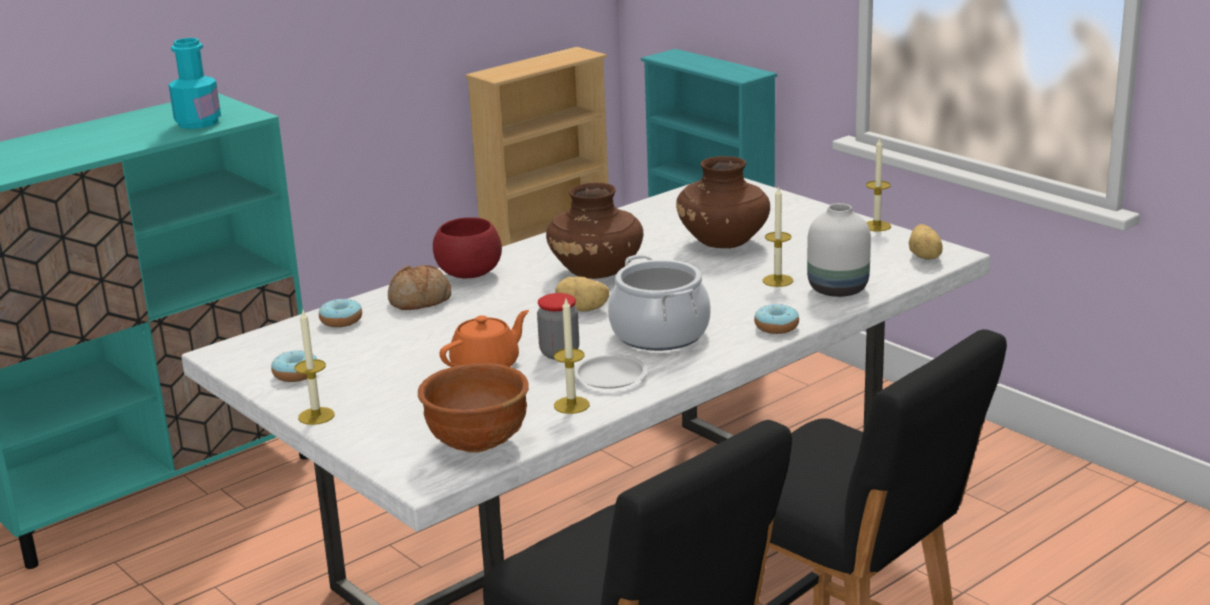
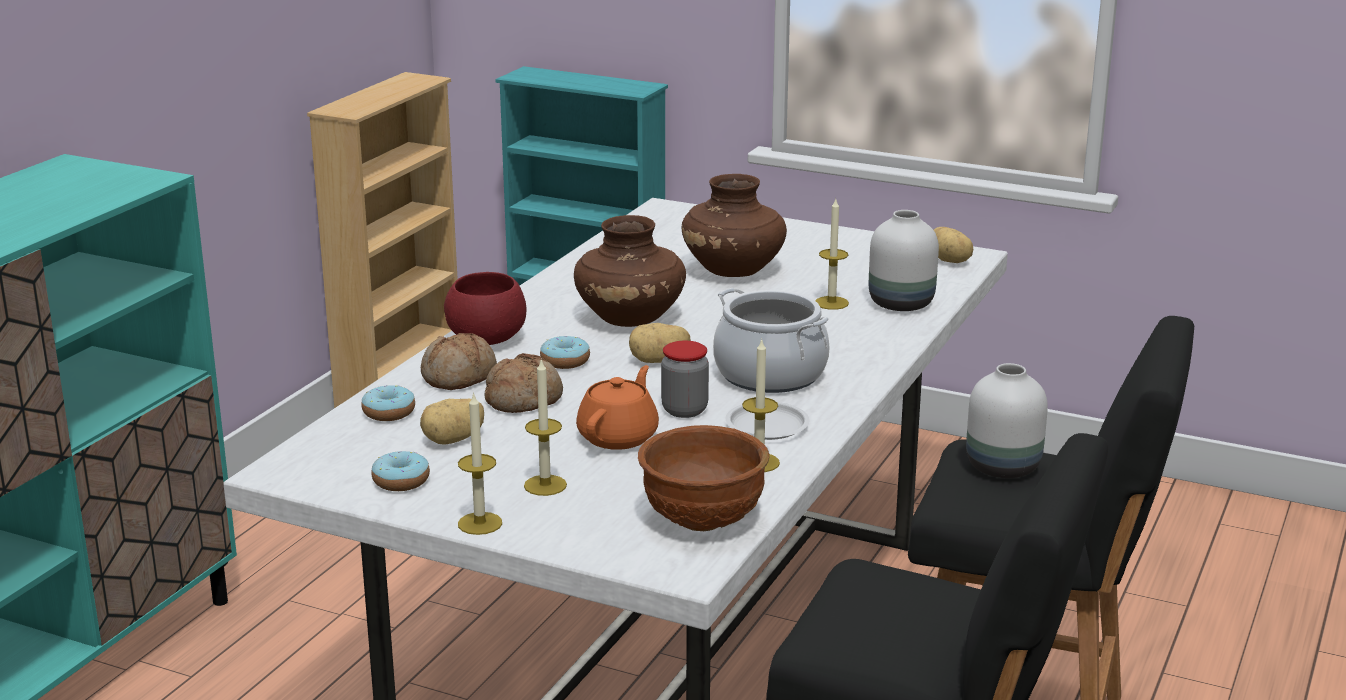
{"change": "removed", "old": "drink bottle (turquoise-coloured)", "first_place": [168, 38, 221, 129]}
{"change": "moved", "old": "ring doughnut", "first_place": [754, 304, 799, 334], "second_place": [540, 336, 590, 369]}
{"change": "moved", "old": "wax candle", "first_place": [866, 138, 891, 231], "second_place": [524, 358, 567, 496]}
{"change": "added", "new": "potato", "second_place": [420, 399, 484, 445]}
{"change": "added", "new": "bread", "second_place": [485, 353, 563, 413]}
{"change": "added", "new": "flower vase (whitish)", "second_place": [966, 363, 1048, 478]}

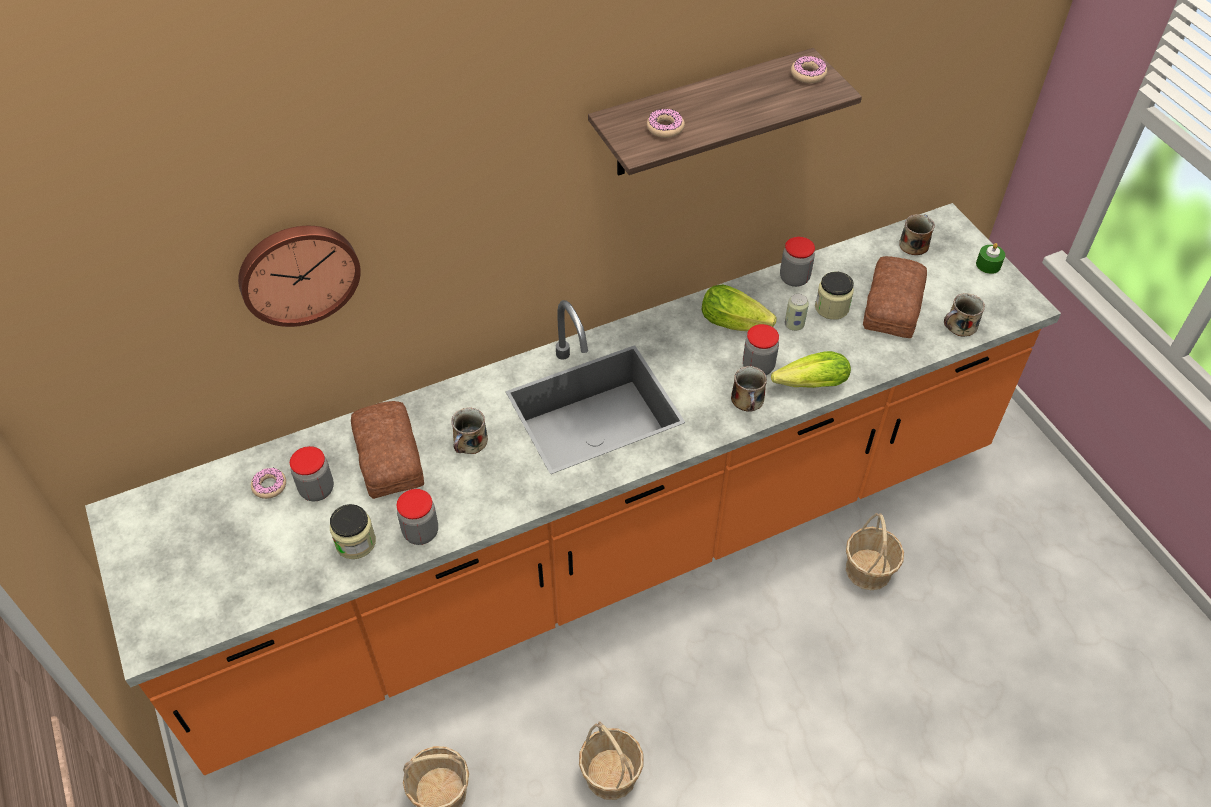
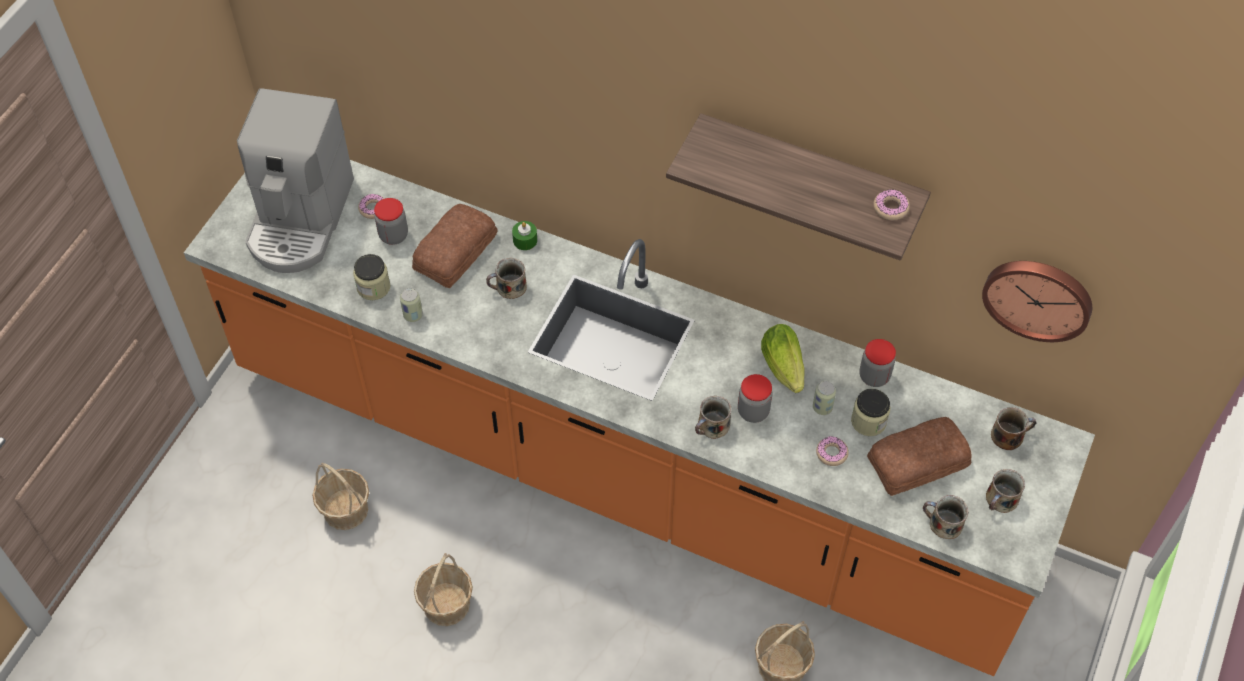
{"change": "moved", "old": "clock on the wall", "first_place": [238, 226, 361, 327], "second_place": [982, 261, 1092, 342]}
{"change": "replaced", "old": "preserve jar", "new": "can", "first_place": [397, 489, 438, 545], "second_place": [400, 288, 423, 322]}
{"change": "moved", "old": "ring doughnut", "first_place": [647, 108, 685, 138], "second_place": [816, 436, 849, 466]}
{"change": "removed", "old": "lettuce head", "first_place": [771, 351, 851, 388]}
{"change": "moved", "old": "wax candle (green)", "first_place": [976, 243, 1005, 274], "second_place": [512, 221, 537, 250]}
{"change": "added", "new": "coffee maker", "second_place": [237, 88, 354, 273]}
{"change": "added", "new": "tea mug", "second_place": [986, 469, 1025, 513]}

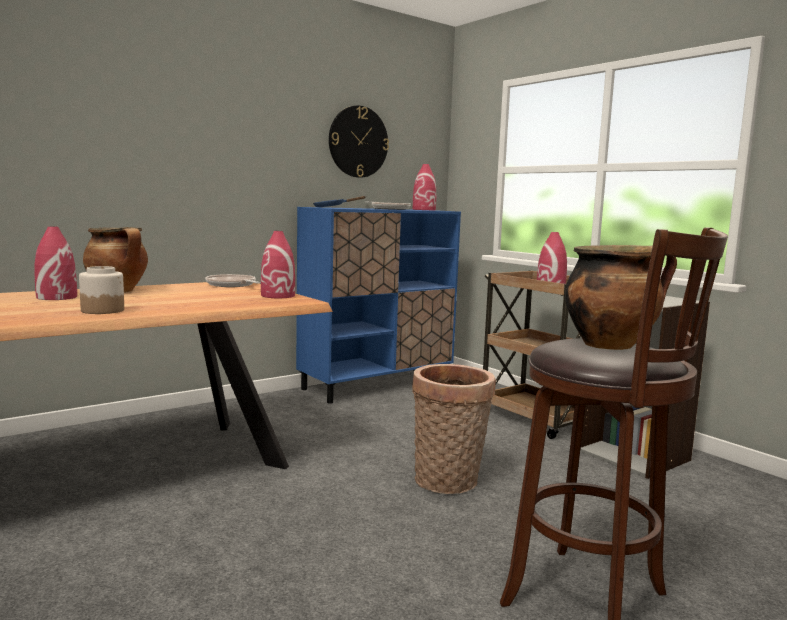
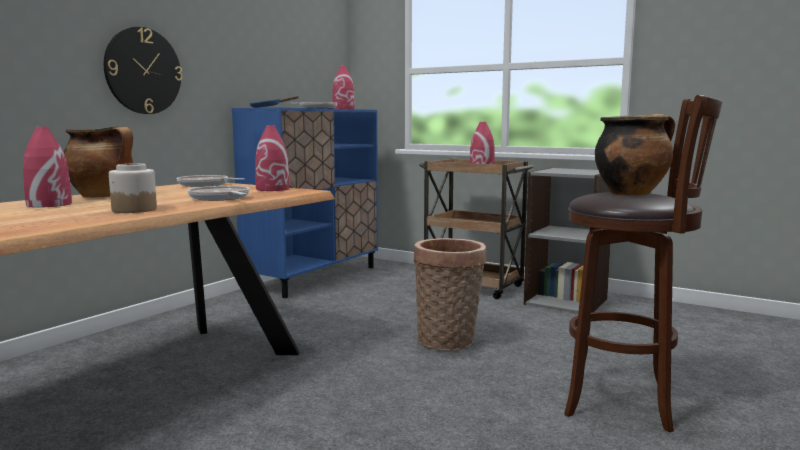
{"change": "moved", "old": "clock on the wall", "first_place": [329, 106, 389, 178], "second_place": [104, 27, 183, 114]}
{"change": "added", "new": "pan", "second_place": [188, 186, 250, 201]}

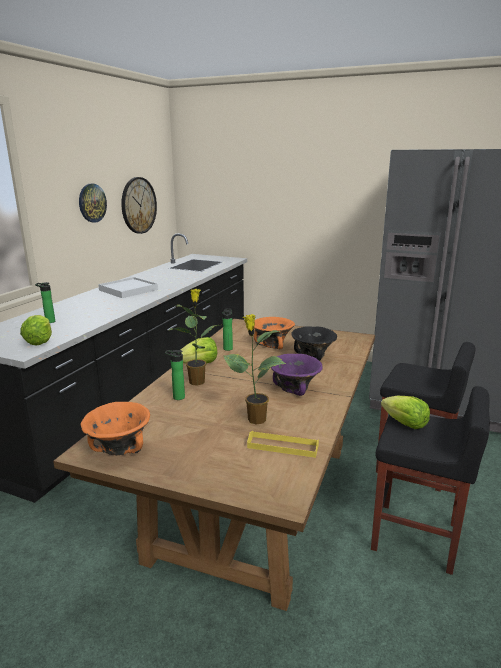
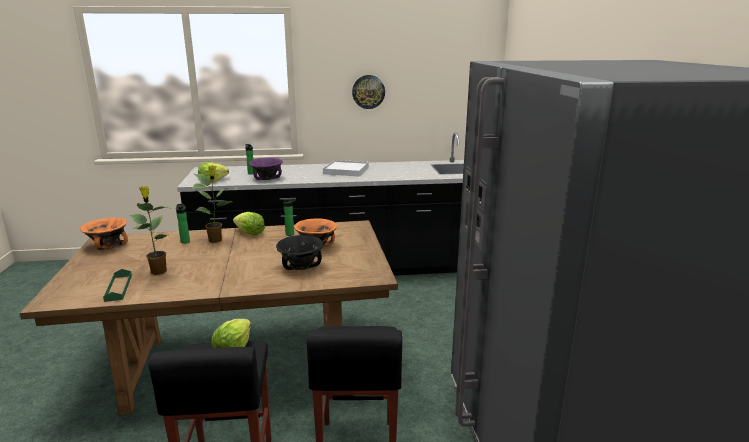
{"change": "removed", "old": "clock on the wall", "first_place": [121, 177, 157, 234]}
{"change": "recoloured", "old": "tray (yellow)", "new": "tray (green)", "first_place": [247, 431, 319, 458], "second_place": [103, 269, 132, 302]}
{"change": "moved", "old": "serving bowl (purplish)", "first_place": [271, 354, 323, 396], "second_place": [249, 158, 283, 180]}

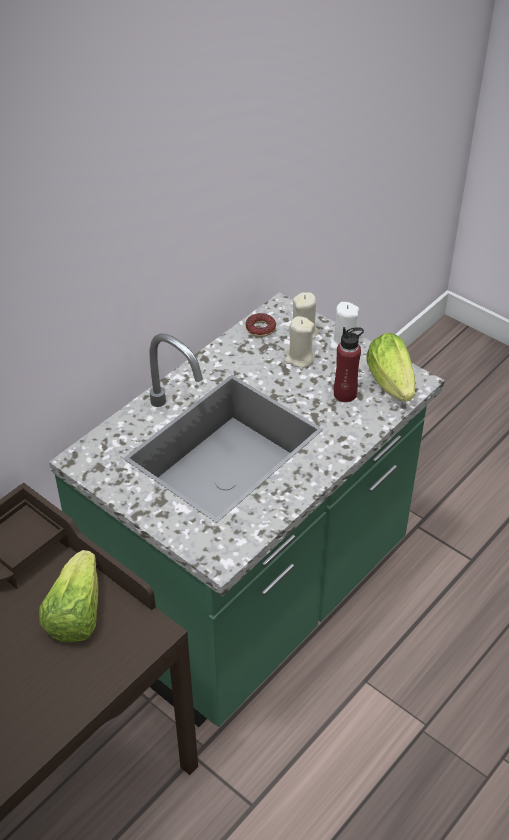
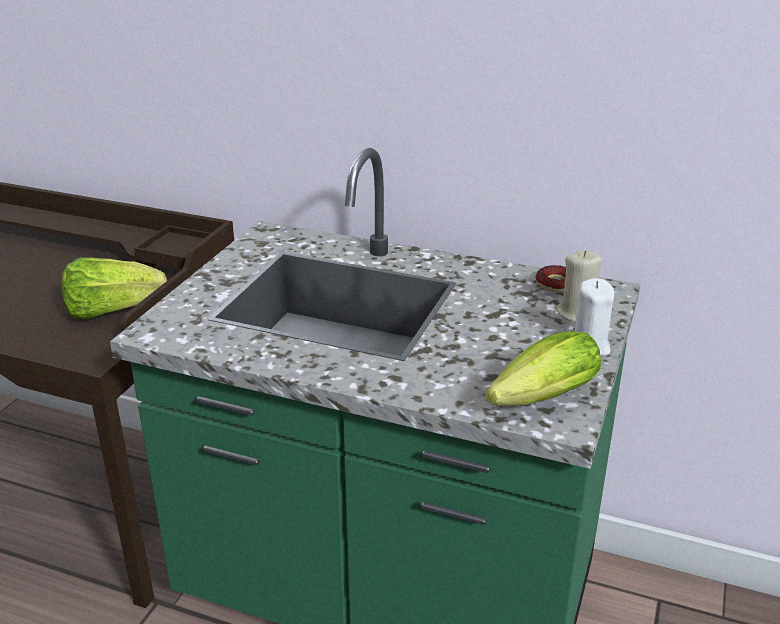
{"change": "removed", "old": "wax candle (beige-coloured)", "first_place": [285, 316, 315, 368]}
{"change": "removed", "old": "drink bottle (red-coloured)", "first_place": [334, 327, 364, 402]}

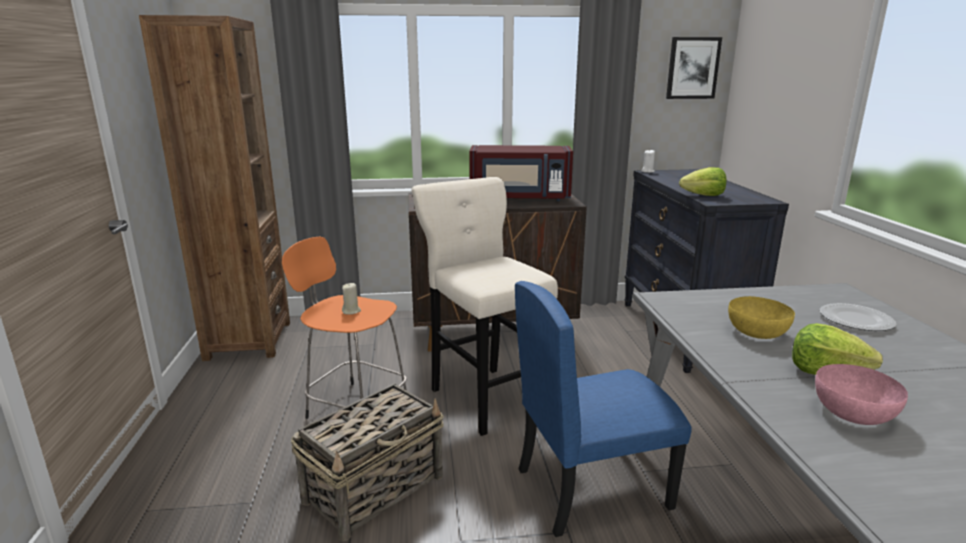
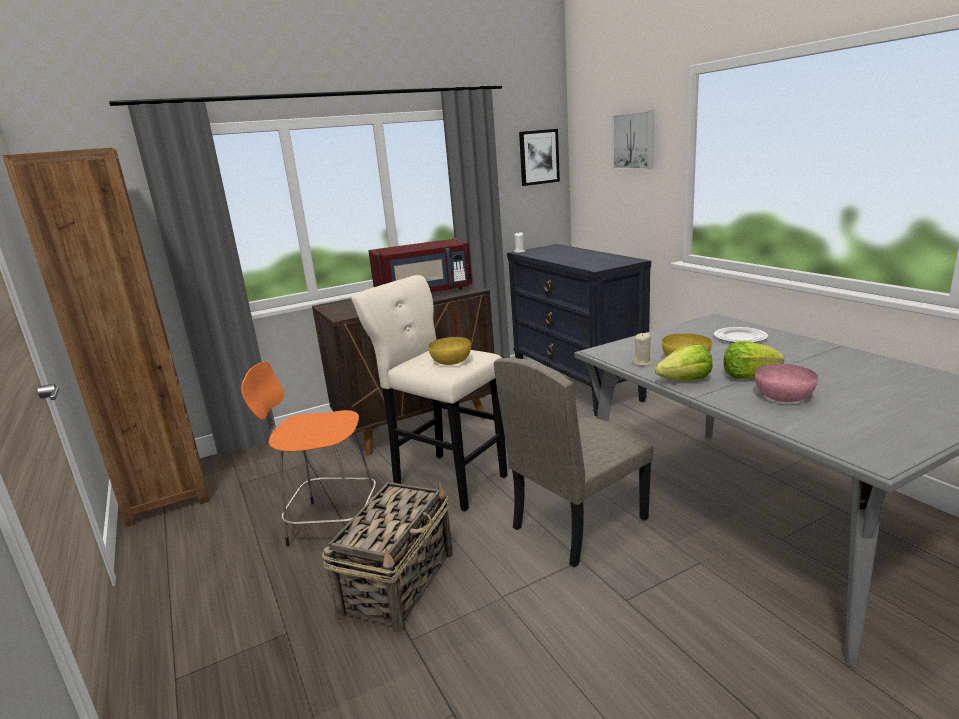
{"change": "moved", "old": "wax candle (beige-coloured)", "first_place": [342, 283, 361, 314], "second_place": [632, 333, 652, 366]}
{"change": "recoloured", "old": "plain chair (blue)", "new": "plain chair (beige-coloured)", "first_place": [515, 281, 692, 537], "second_place": [494, 358, 653, 567]}
{"change": "moved", "old": "lettuce head", "first_place": [679, 167, 727, 196], "second_place": [655, 344, 713, 381]}
{"change": "added", "new": "serving bowl (yellow)", "second_place": [428, 337, 471, 365]}
{"change": "added", "new": "wall art", "second_place": [612, 110, 654, 169]}

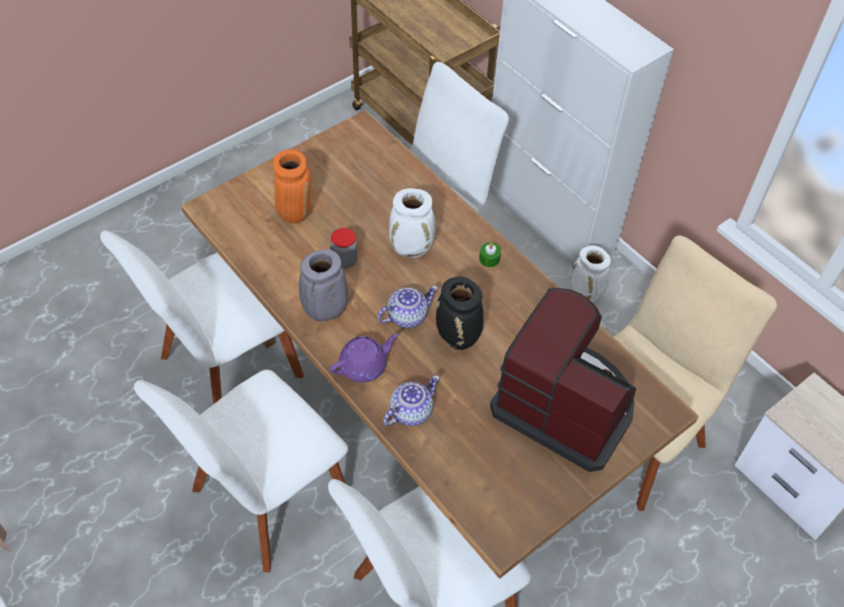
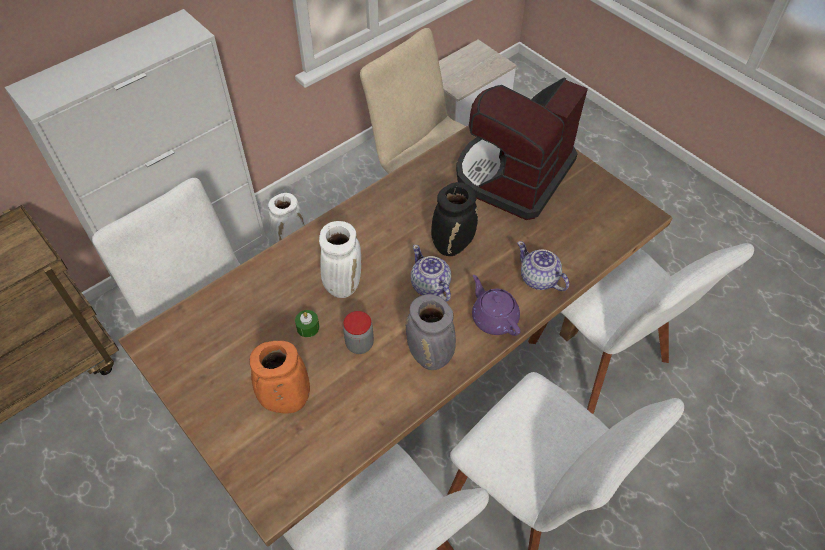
{"change": "moved", "old": "wax candle (green)", "first_place": [479, 242, 501, 267], "second_place": [295, 310, 320, 337]}

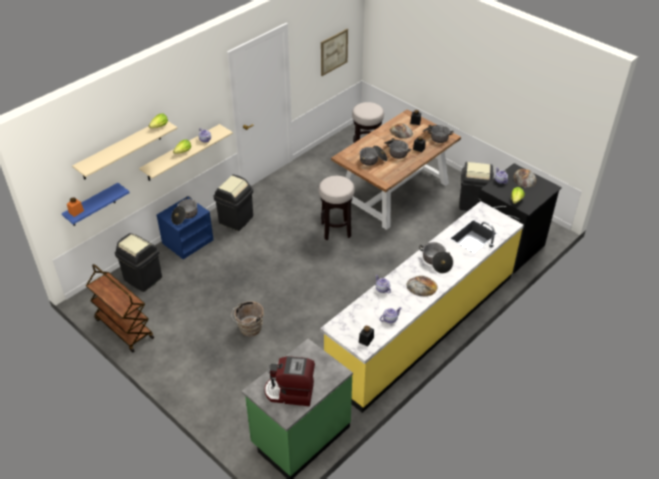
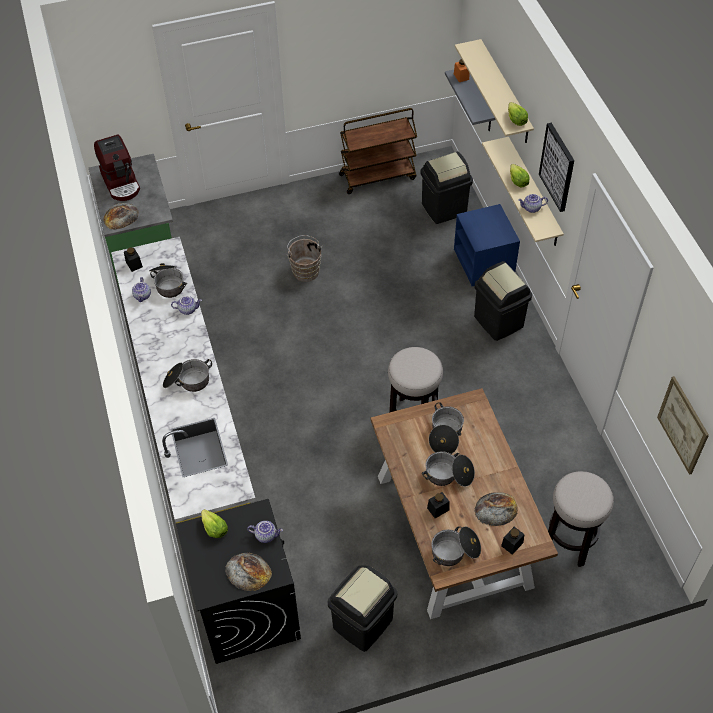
{"change": "recoloured", "old": "bracket shelf (blue)", "new": "bracket shelf (gray)", "first_place": [62, 183, 130, 226], "second_place": [445, 70, 495, 131]}
{"change": "moved", "old": "stockpot", "first_place": [171, 196, 198, 225], "second_place": [149, 263, 187, 298]}
{"change": "turned", "old": "coffee maker", "first_place": [265, 356, 315, 406], "second_place": [94, 134, 140, 201], "degrees": 120}
{"change": "moved", "old": "bread", "first_place": [406, 276, 438, 296], "second_place": [103, 203, 139, 230]}
{"change": "added", "new": "wall art", "second_place": [539, 123, 574, 212]}

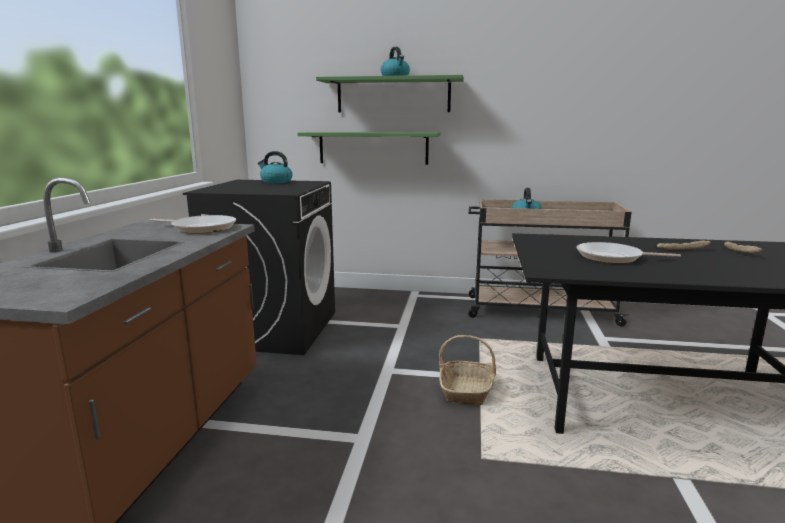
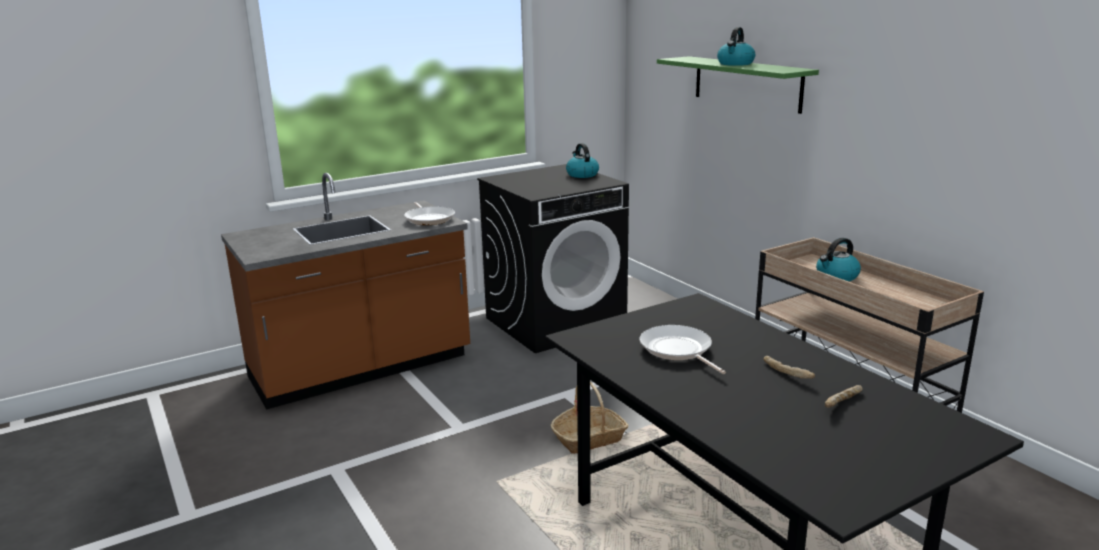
{"change": "removed", "old": "bracket shelf (green)", "first_place": [298, 132, 441, 165]}

